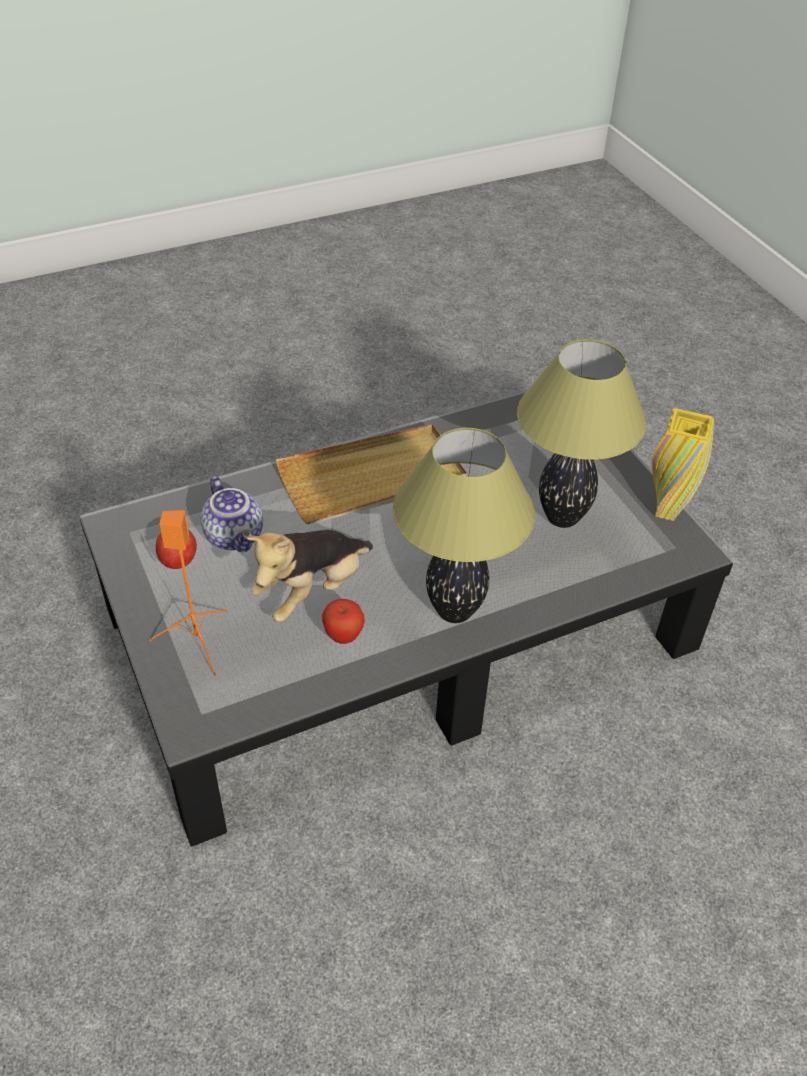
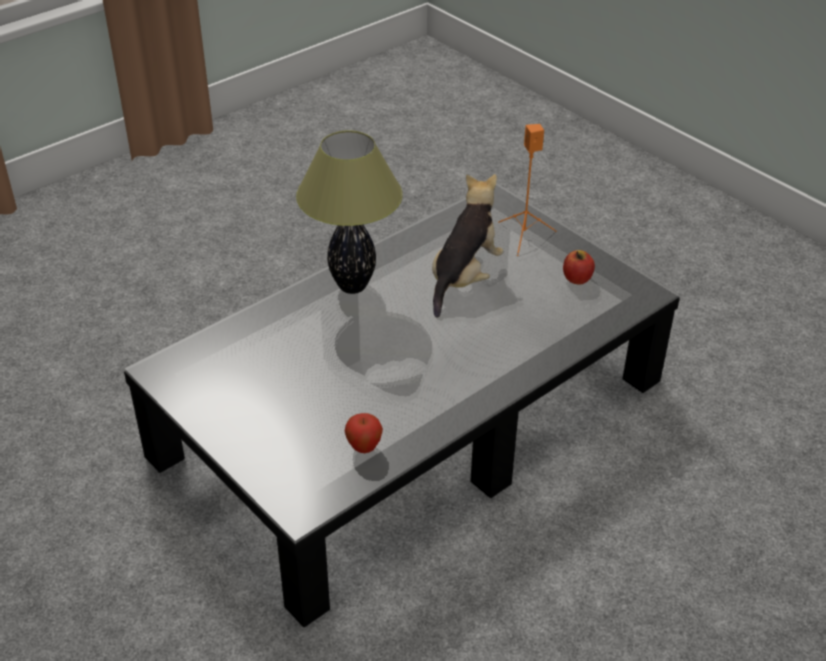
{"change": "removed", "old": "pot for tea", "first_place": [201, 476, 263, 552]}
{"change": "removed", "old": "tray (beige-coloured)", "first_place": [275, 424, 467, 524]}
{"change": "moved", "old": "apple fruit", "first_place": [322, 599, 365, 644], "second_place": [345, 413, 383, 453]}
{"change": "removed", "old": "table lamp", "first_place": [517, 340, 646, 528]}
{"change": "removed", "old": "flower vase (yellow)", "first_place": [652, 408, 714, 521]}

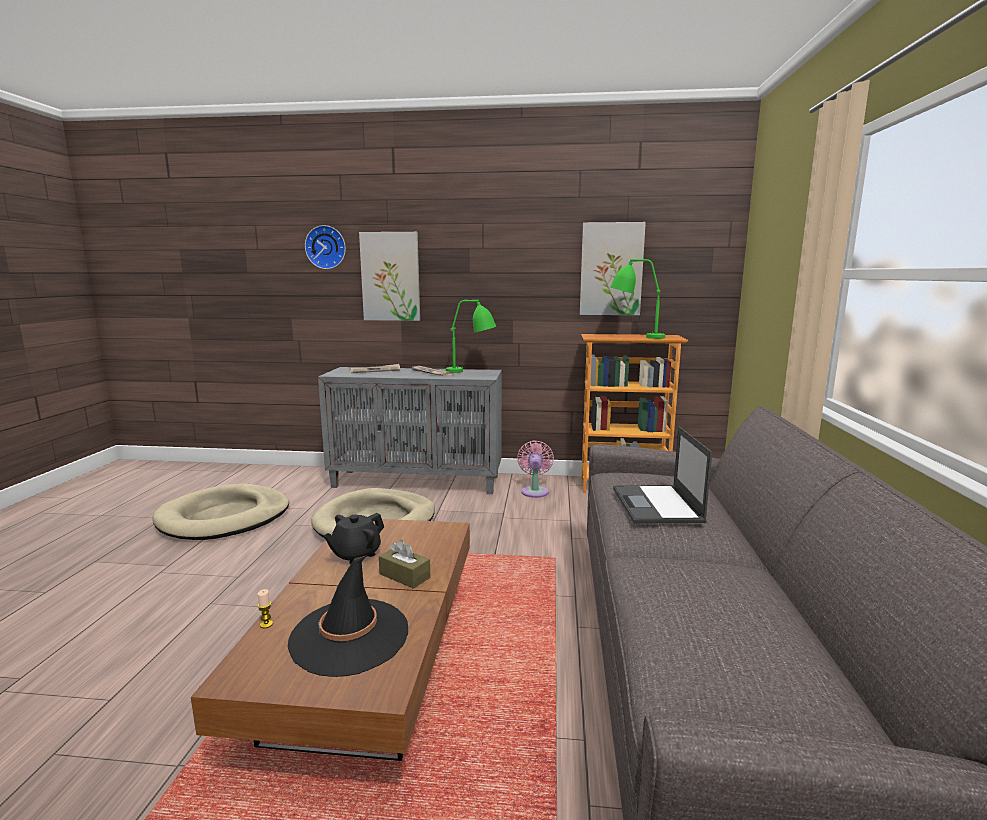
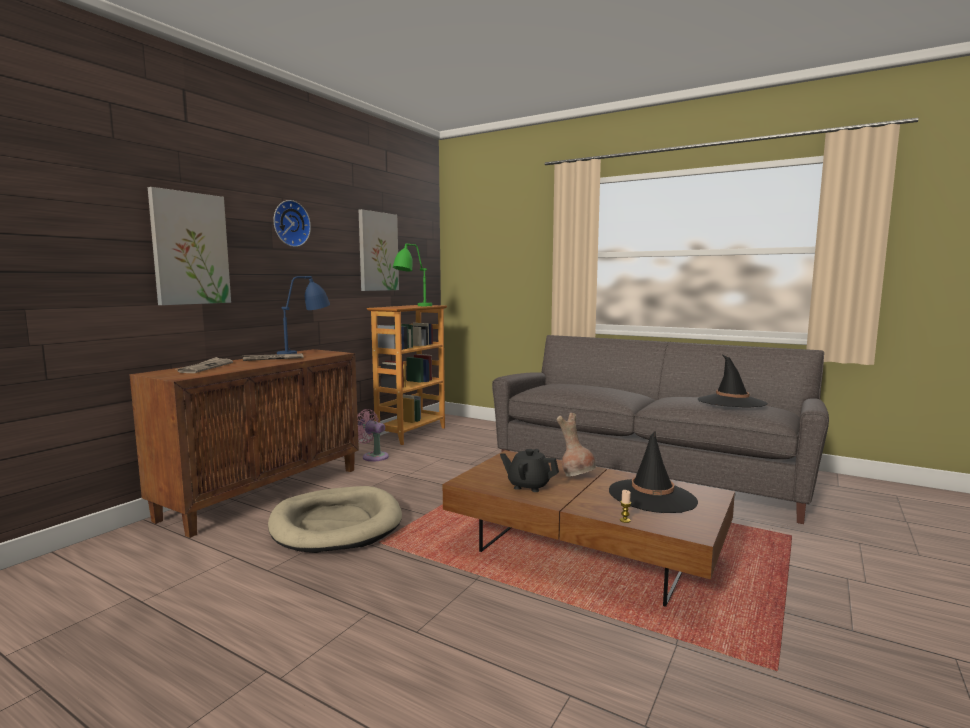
{"change": "removed", "old": "dog cushion (beige-coloured)", "first_place": [152, 484, 289, 540]}
{"change": "moved", "old": "clock on the wall", "first_place": [305, 225, 346, 269], "second_place": [273, 200, 311, 247]}
{"change": "recoloured", "old": "cupboard (gray)", "new": "cupboard (brownish)", "first_place": [318, 367, 502, 494], "second_place": [129, 349, 359, 538]}
{"change": "turned", "old": "pot for tea (black)", "first_place": [324, 513, 384, 564], "second_place": [500, 449, 559, 492], "degrees": 135}
{"change": "replaced", "old": "tissue holder (brownish)", "new": "flower vase (brownish)", "first_place": [379, 540, 431, 589], "second_place": [557, 413, 596, 477]}
{"change": "recoloured", "old": "table lamp (green)", "new": "table lamp (blue)", "first_place": [446, 300, 496, 373], "second_place": [277, 276, 330, 354]}
{"change": "removed", "old": "portable computer", "first_place": [613, 426, 712, 524]}
{"change": "added", "new": "clothing hat (black)", "second_place": [698, 355, 768, 407]}

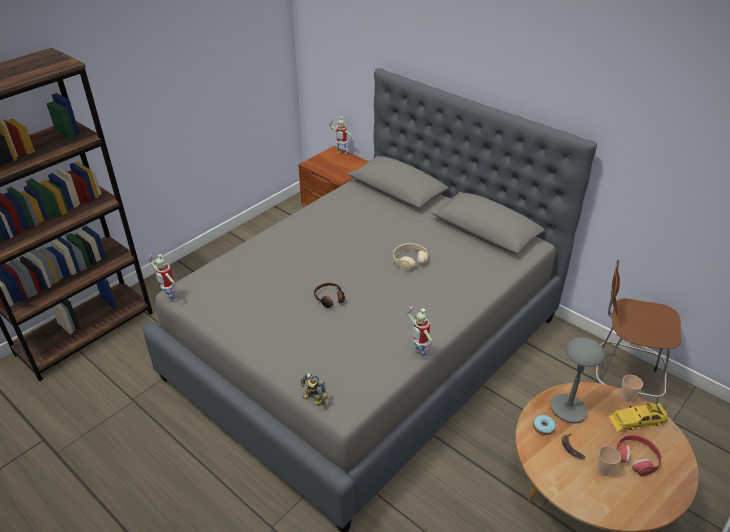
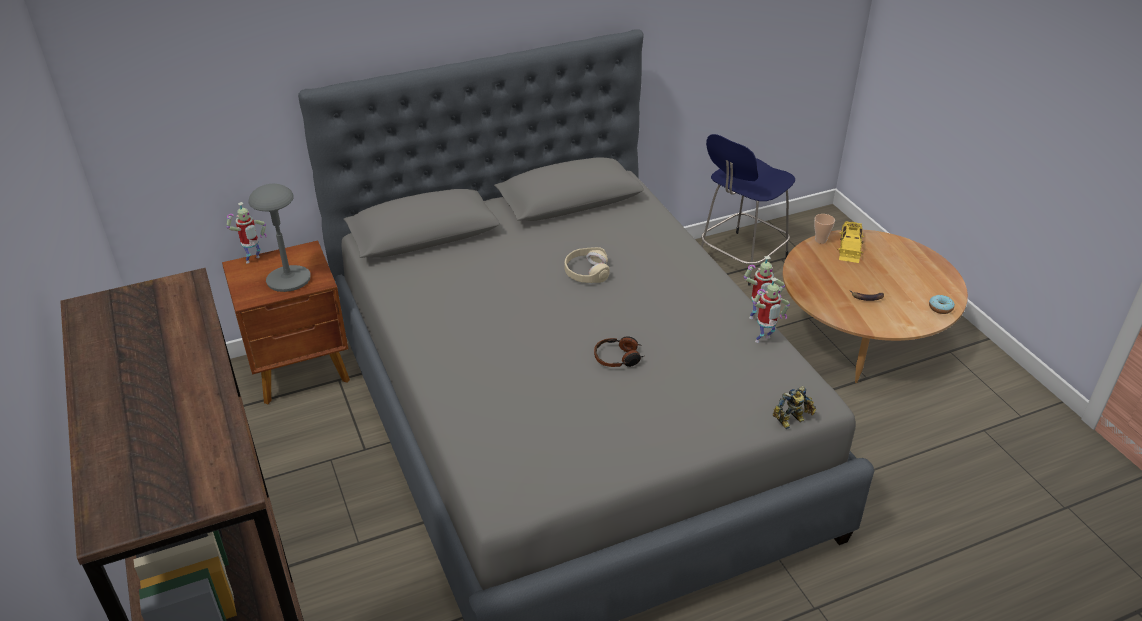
{"change": "moved", "old": "toy robot", "first_place": [147, 254, 177, 301], "second_place": [753, 277, 790, 343]}
{"change": "moved", "old": "ring doughnut", "first_place": [533, 415, 556, 435], "second_place": [929, 295, 955, 314]}
{"change": "moved", "old": "table lamp (gray)", "first_place": [550, 337, 605, 423], "second_place": [248, 184, 311, 292]}
{"change": "recoloured", "old": "stool seat (brownish)", "new": "stool seat (blue)", "first_place": [595, 260, 681, 404], "second_place": [701, 134, 795, 285]}
{"change": "removed", "old": "drinking cup", "first_place": [598, 446, 621, 476]}
{"change": "removed", "old": "pair of headphones (red-coloured)", "first_place": [617, 435, 662, 476]}

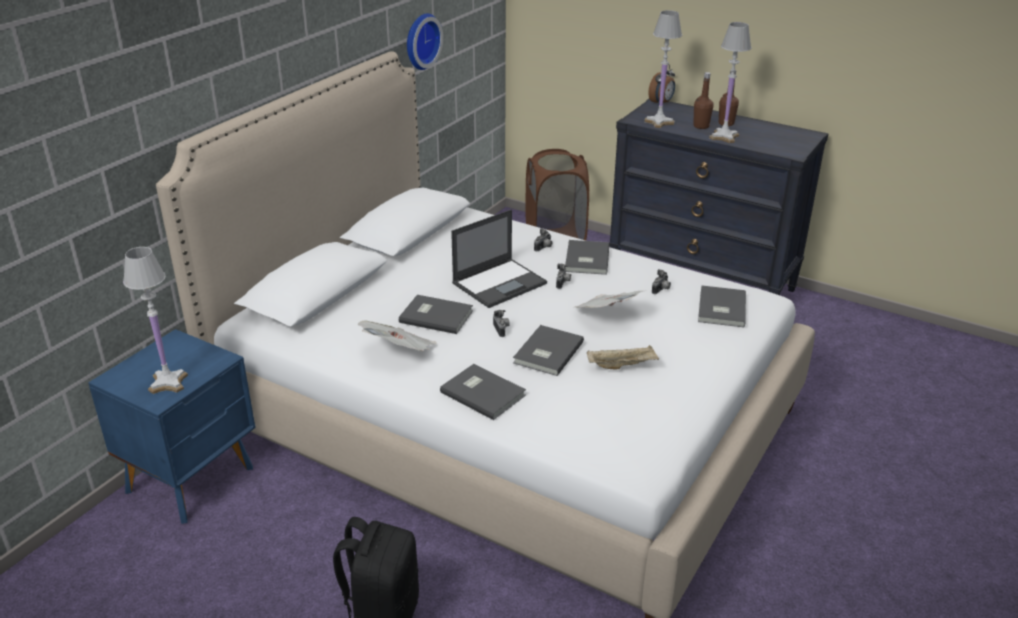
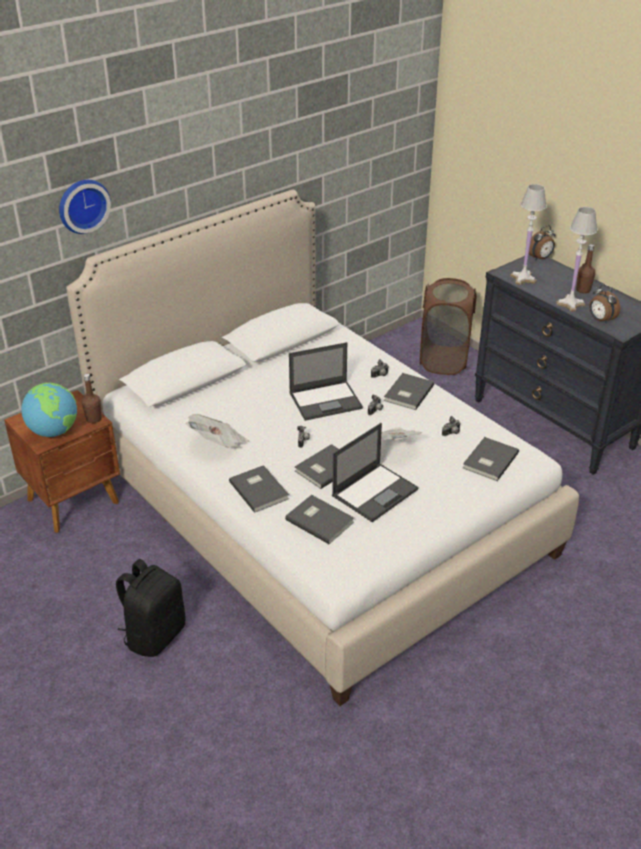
{"change": "recoloured", "old": "bedside table (blue)", "new": "bedside table (brownish)", "first_place": [89, 329, 256, 524], "second_place": [4, 390, 120, 533]}
{"change": "replaced", "old": "table lamp (whitish)", "new": "world globe", "first_place": [123, 247, 188, 394], "second_place": [21, 383, 77, 437]}
{"change": "moved", "old": "volume (gray)", "first_place": [399, 295, 473, 334], "second_place": [285, 495, 354, 544]}
{"change": "moved", "old": "clock on the wall", "first_place": [407, 13, 443, 70], "second_place": [59, 180, 111, 234]}
{"change": "replaced", "old": "tray (beige-coloured)", "new": "portable computer", "first_place": [587, 345, 659, 369], "second_place": [332, 423, 418, 522]}
{"change": "moved", "old": "drink bottle (brownish)", "first_place": [693, 72, 714, 129], "second_place": [82, 374, 102, 423]}
{"change": "added", "new": "table clock", "second_place": [589, 284, 620, 324]}

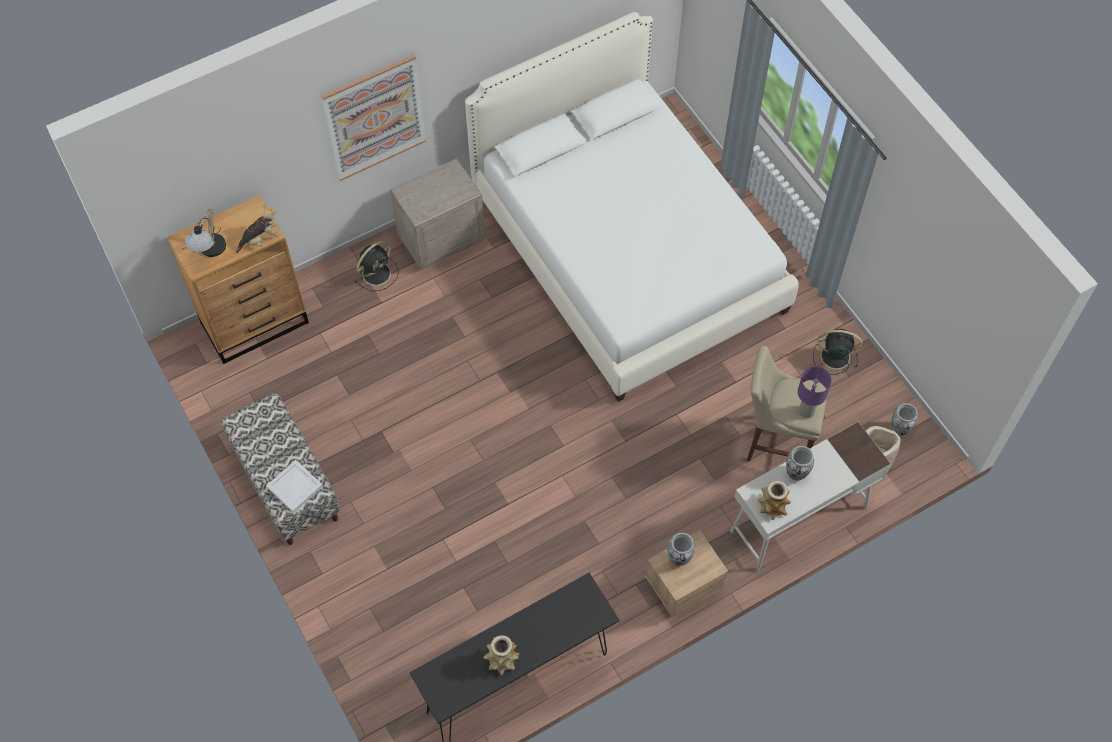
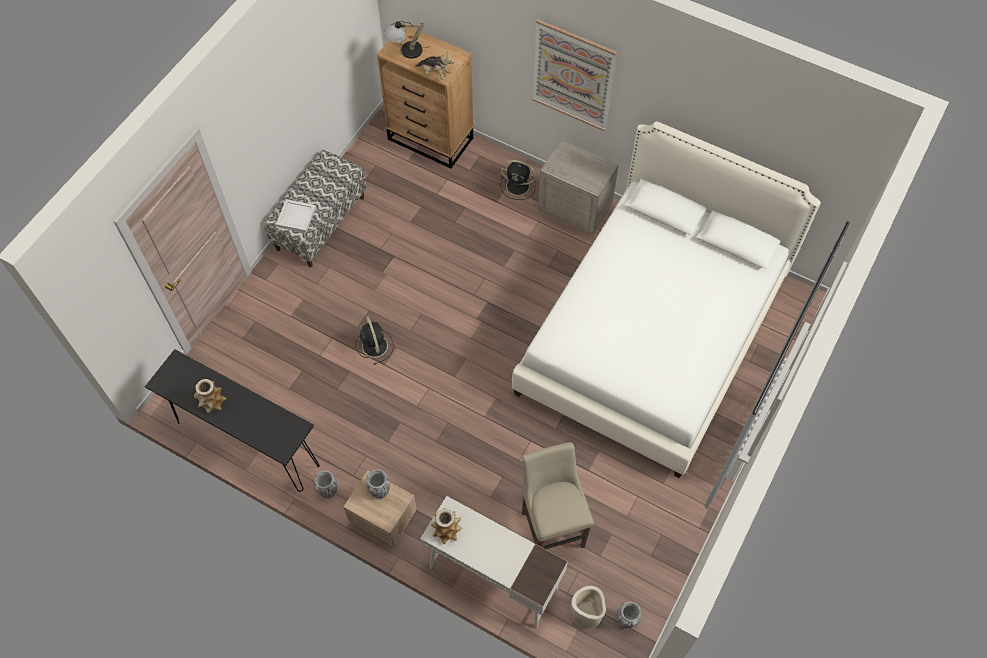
{"change": "moved", "old": "flower vase", "first_place": [786, 446, 814, 480], "second_place": [314, 470, 337, 498]}
{"change": "removed", "old": "table lamp (purplish)", "first_place": [798, 366, 832, 418]}
{"change": "moved", "old": "cooling fan (black)", "first_place": [813, 329, 862, 375], "second_place": [355, 316, 393, 365]}

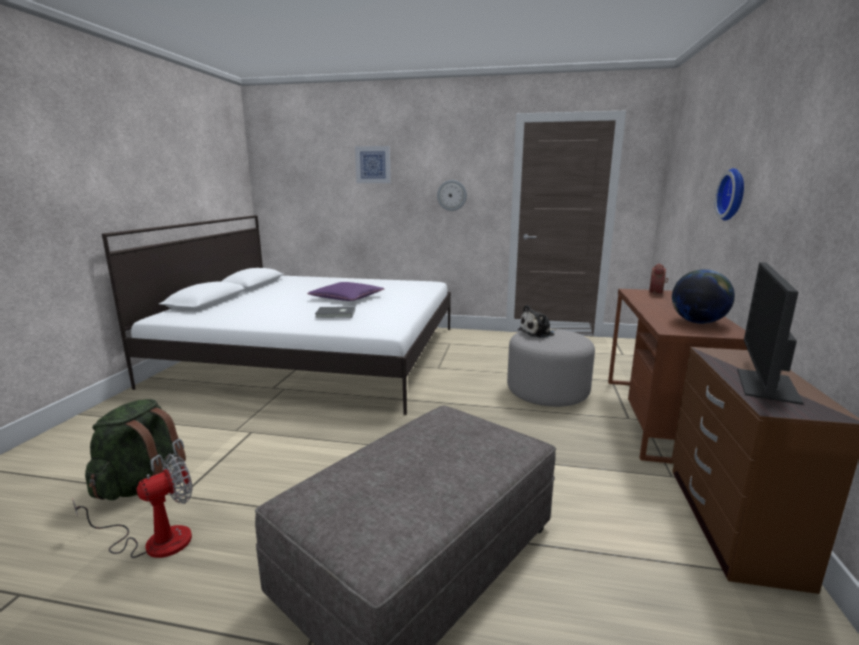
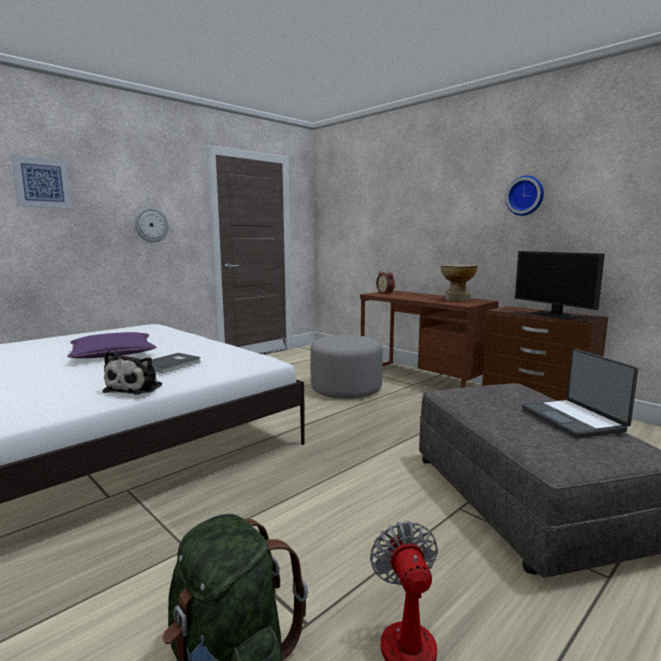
{"change": "moved", "old": "cuddly toy", "first_place": [518, 305, 556, 338], "second_place": [103, 351, 162, 395]}
{"change": "replaced", "old": "world globe", "new": "flower vase", "first_place": [672, 269, 735, 324], "second_place": [441, 265, 478, 302]}
{"change": "moved", "old": "clock on the wall", "first_place": [715, 168, 744, 221], "second_place": [505, 175, 544, 216]}
{"change": "added", "new": "portable computer", "second_place": [522, 348, 638, 438]}

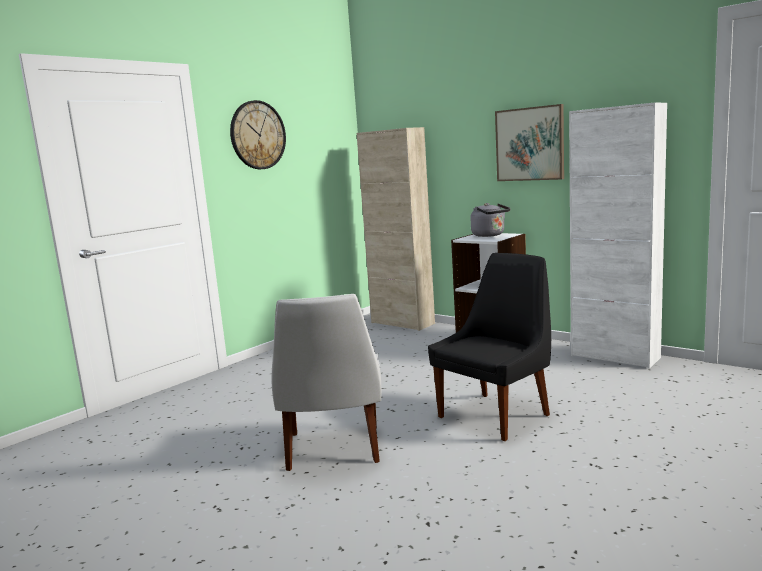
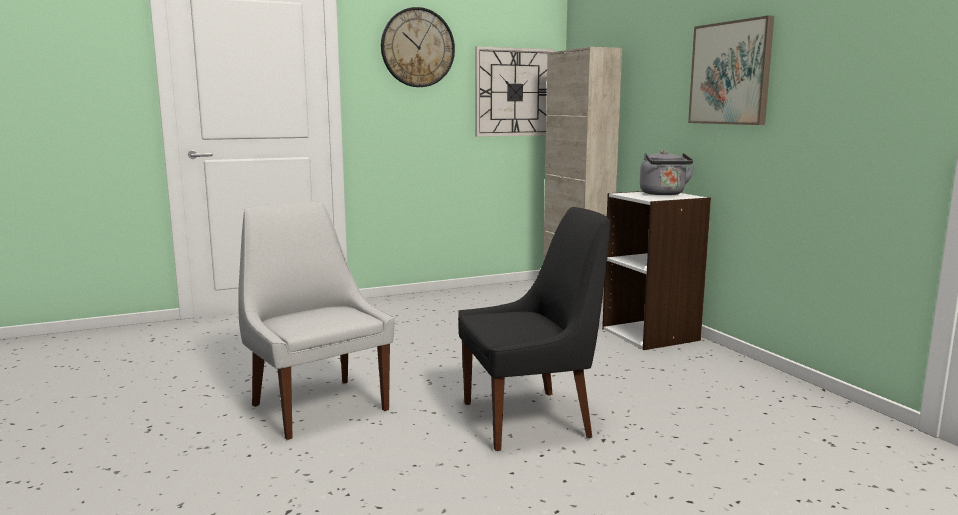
{"change": "turned", "old": "plain chair (whitish)", "first_place": [271, 294, 381, 471], "second_place": [238, 201, 394, 440], "degrees": 120}
{"change": "removed", "old": "cupboard (whitish)", "first_place": [569, 102, 667, 369]}
{"change": "added", "new": "clock on the wall", "second_place": [475, 46, 554, 137]}

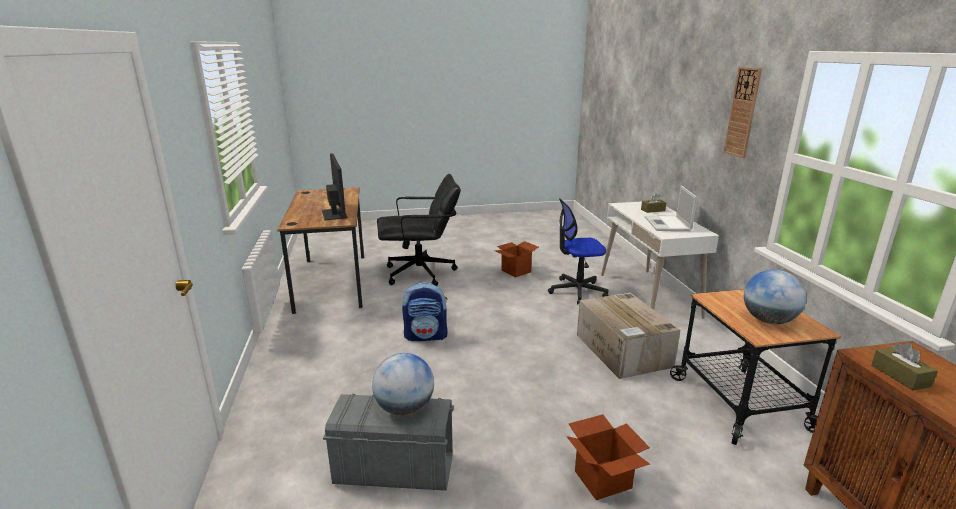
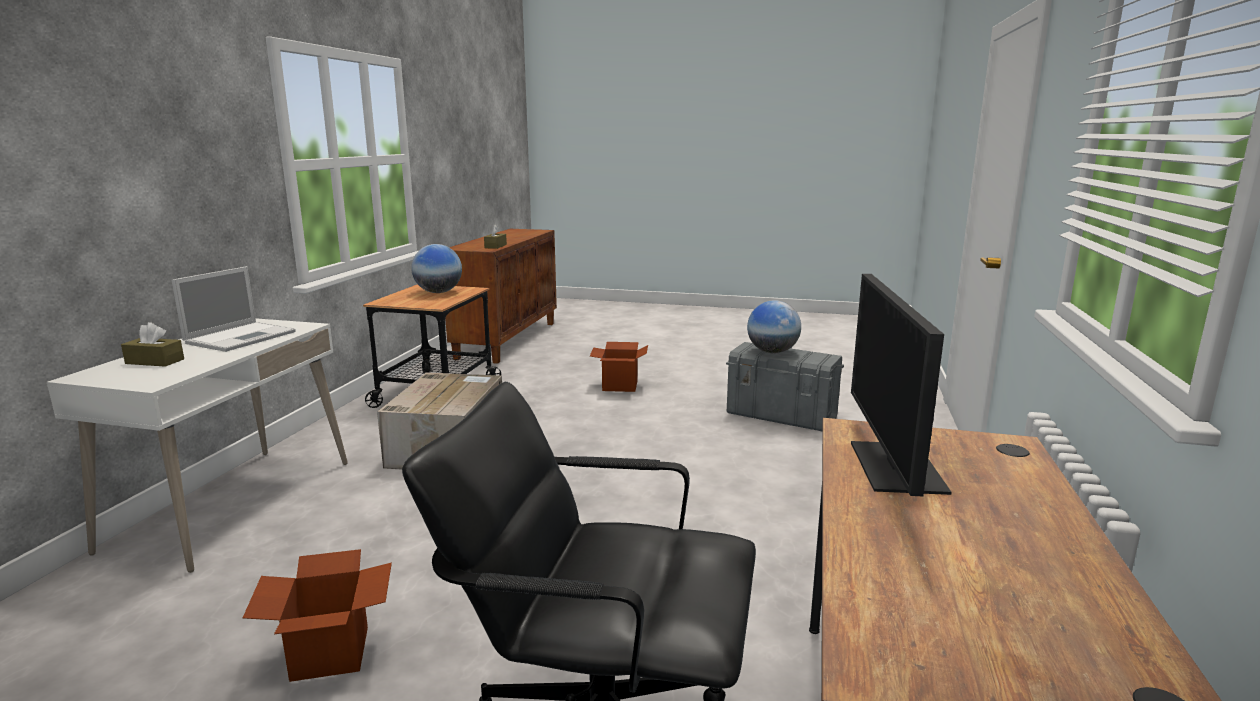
{"change": "removed", "old": "backpack", "first_place": [402, 282, 448, 341]}
{"change": "removed", "old": "office chair", "first_place": [548, 198, 608, 305]}
{"change": "removed", "old": "clock on the wall", "first_place": [724, 67, 762, 158]}

